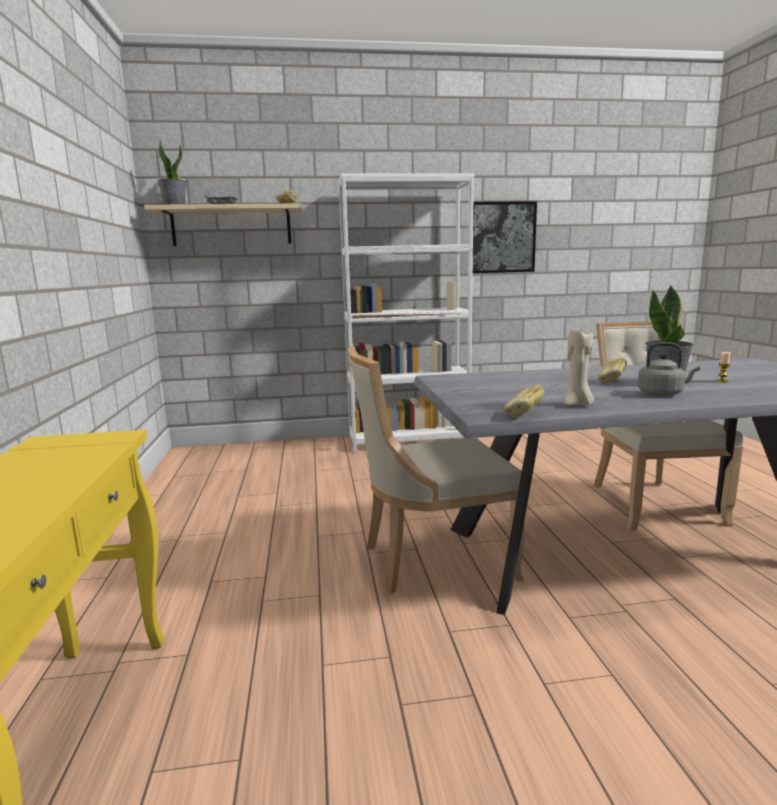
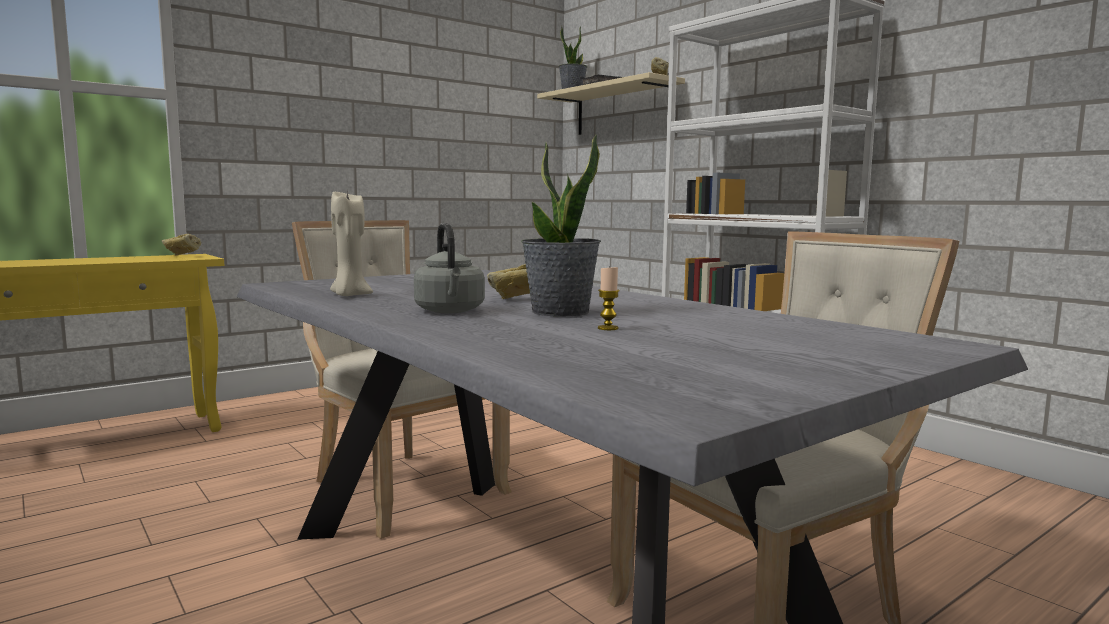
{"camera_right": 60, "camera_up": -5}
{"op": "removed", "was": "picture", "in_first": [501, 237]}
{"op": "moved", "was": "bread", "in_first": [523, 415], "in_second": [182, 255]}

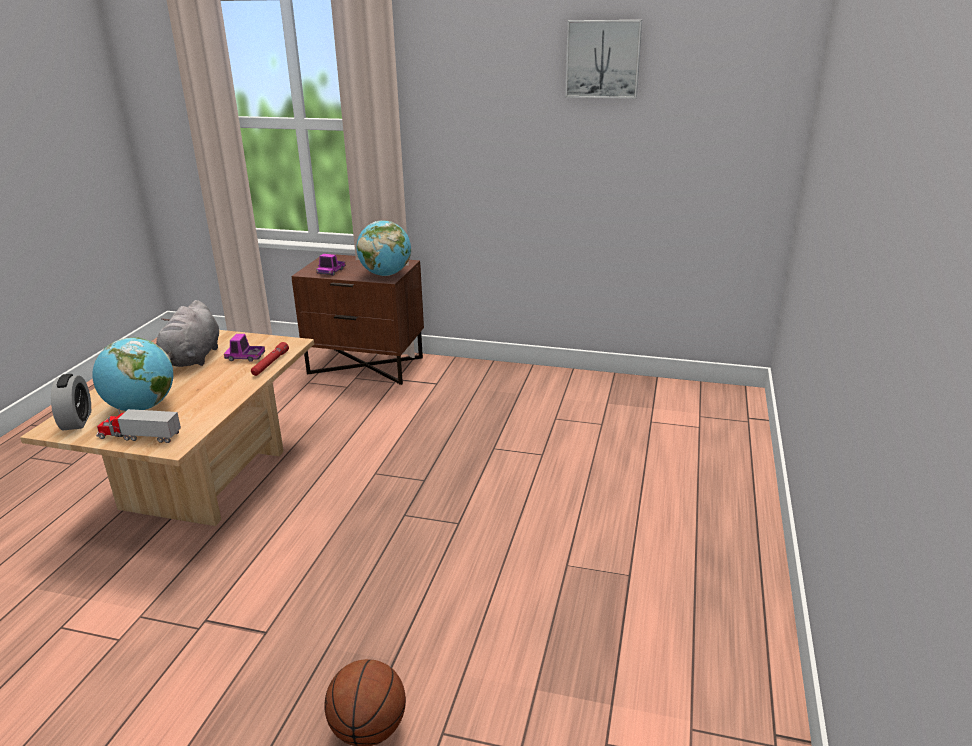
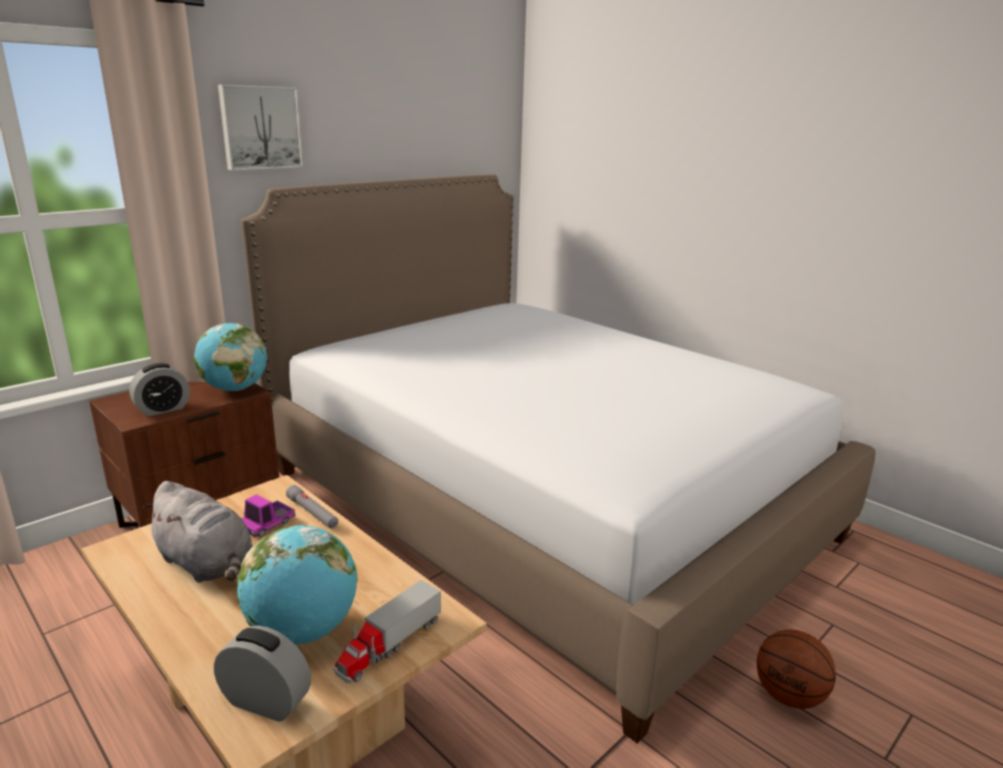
{"camera_right": -60, "camera_up": -5}
{"op": "moved", "was": "picture", "in_first": [603, 59], "in_second": [260, 127]}
{"op": "replaced", "was": "toy truck", "now": "alarm clock", "in_first": [331, 271], "in_second": [163, 409]}
{"op": "recoloured", "was": "red flashlight", "now": "grey flashlight", "in_first": [270, 364], "in_second": [312, 513]}
{"op": "added", "now": "bed", "in_second": [541, 503]}

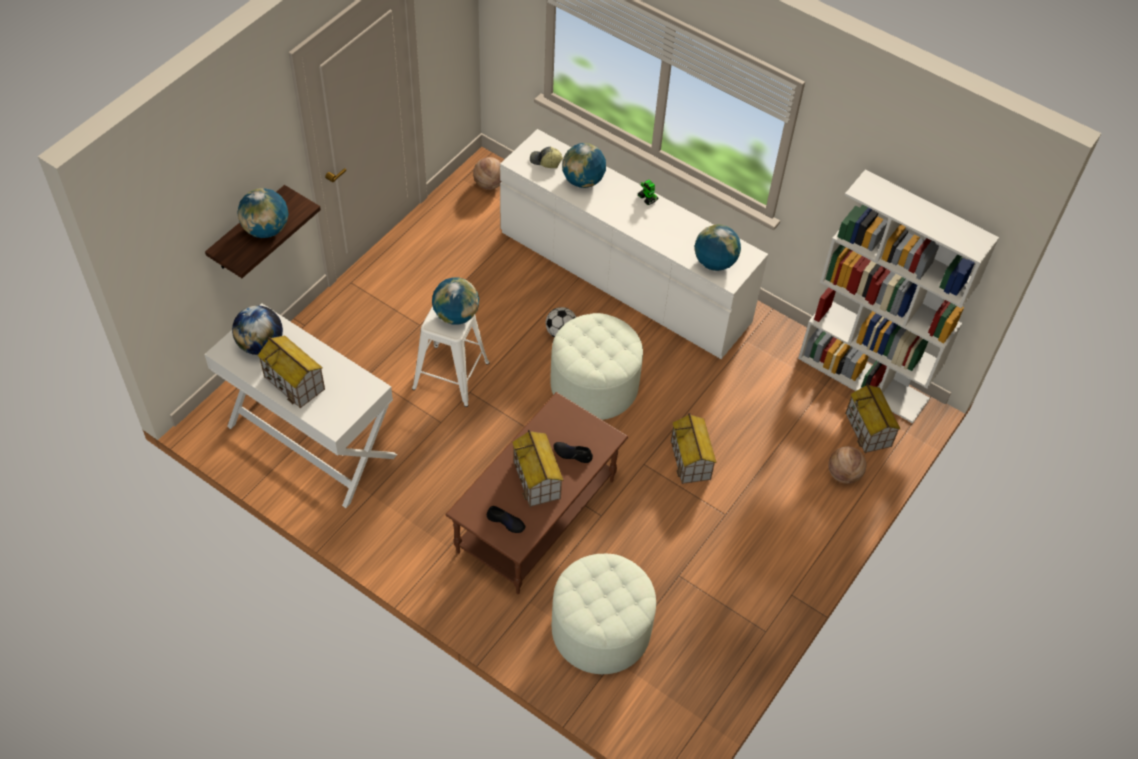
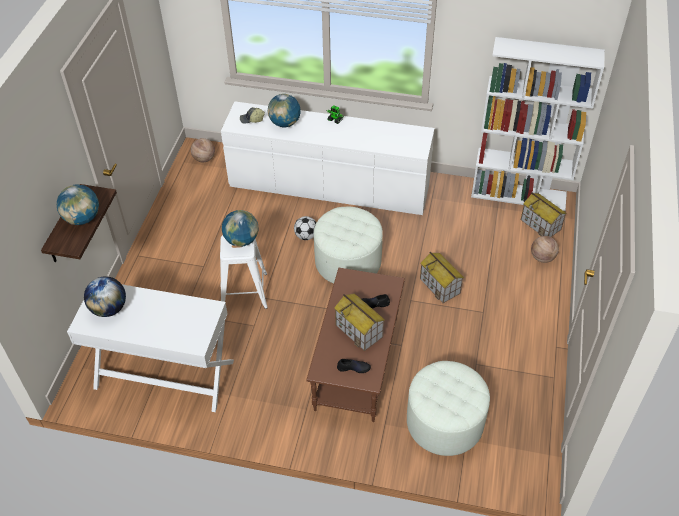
{"camera_right": -20, "camera_up": -5}
{"op": "removed", "was": "globe", "in_first": [714, 262]}
{"op": "removed", "was": "toy house", "in_first": [295, 383]}

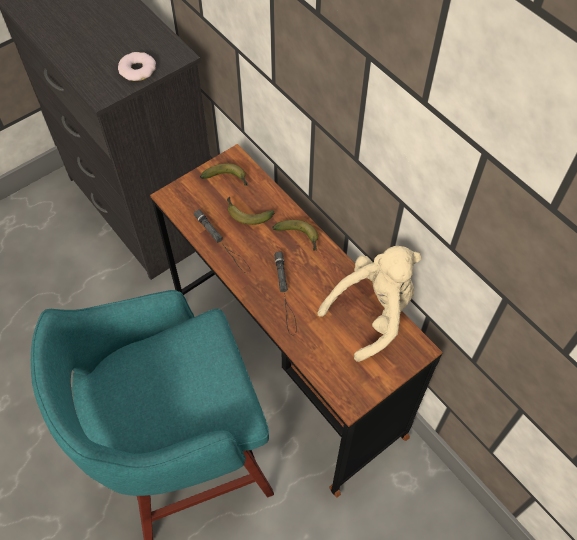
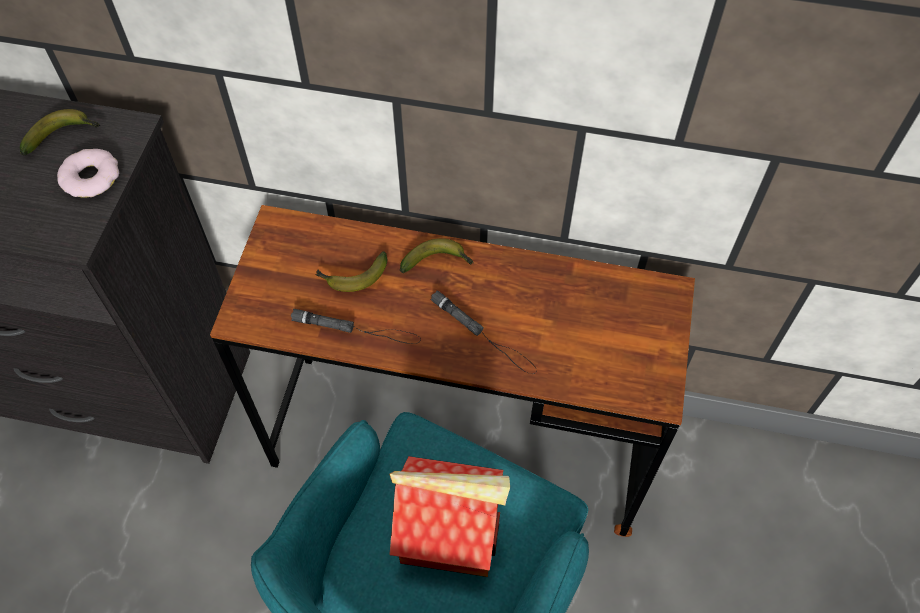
{"camera_right": -40, "camera_up": 0}
{"op": "moved", "was": "banana", "in_first": [227, 179], "in_second": [63, 136]}
{"op": "removed", "was": "beige plush toy", "in_first": [372, 313]}
{"op": "added", "now": "toy house", "in_second": [452, 532]}

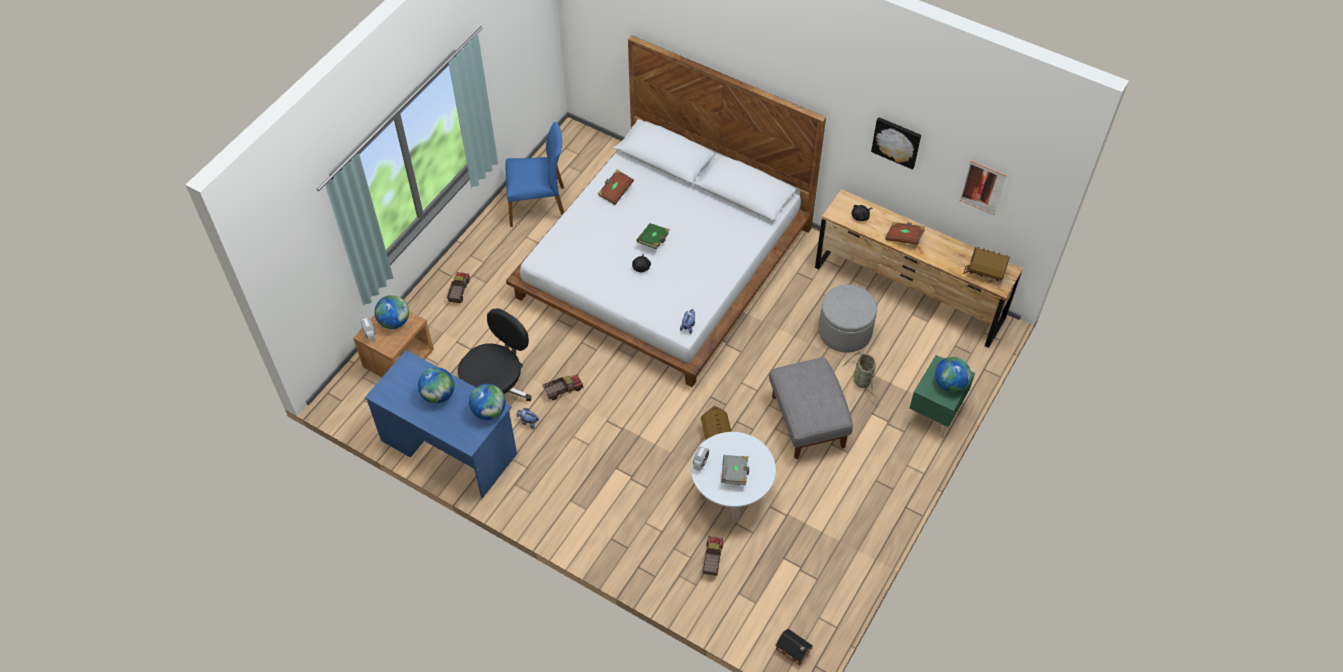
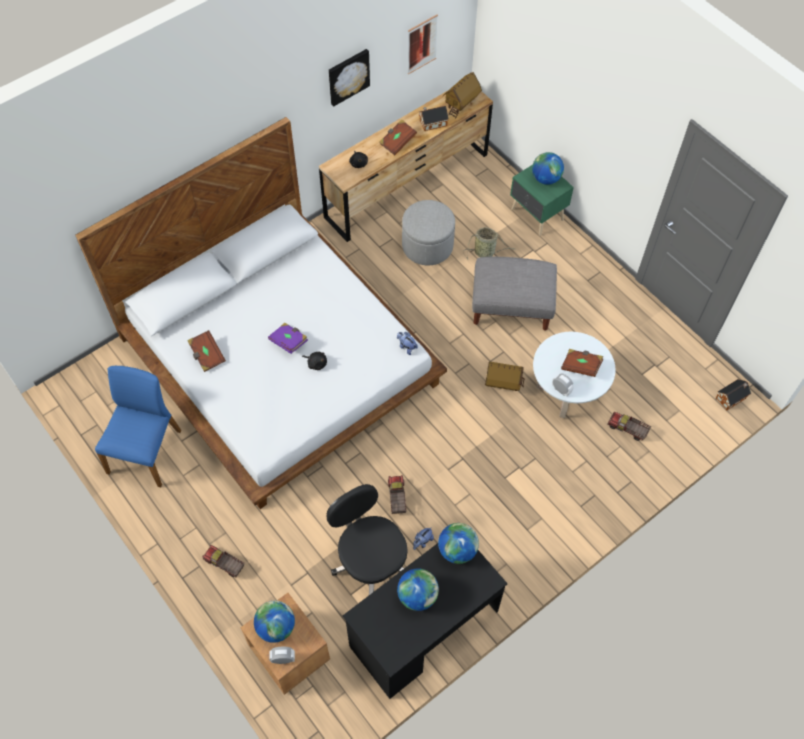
{"camera_right": -70, "camera_up": 5}
{"op": "recoloured", "was": "green book", "now": "purple book", "in_first": [653, 240], "in_second": [289, 342]}
{"op": "recoloured", "was": "blue desk", "now": "black desk", "in_first": [449, 447], "in_second": [423, 629]}
{"op": "recoloured", "was": "grey book", "now": "brown book", "in_first": [735, 473], "in_second": [581, 366]}
{"op": "added", "now": "toy house", "in_second": [432, 123]}

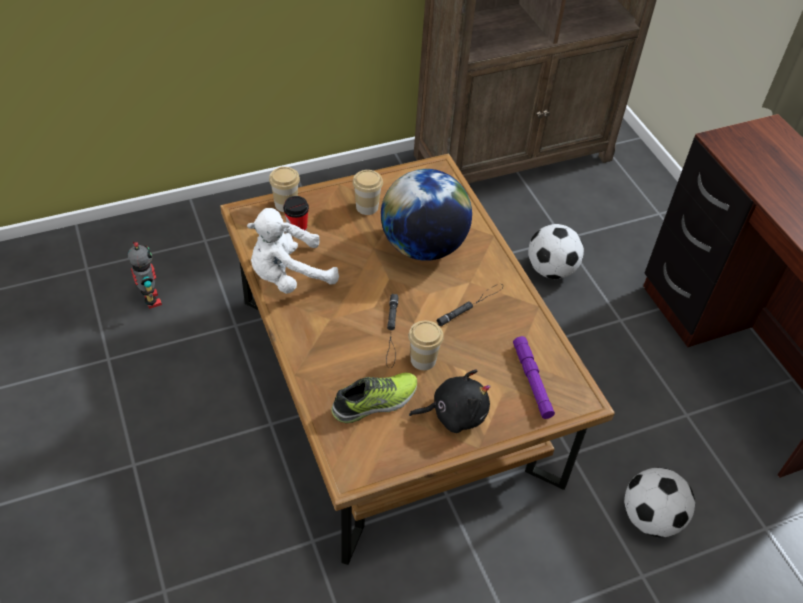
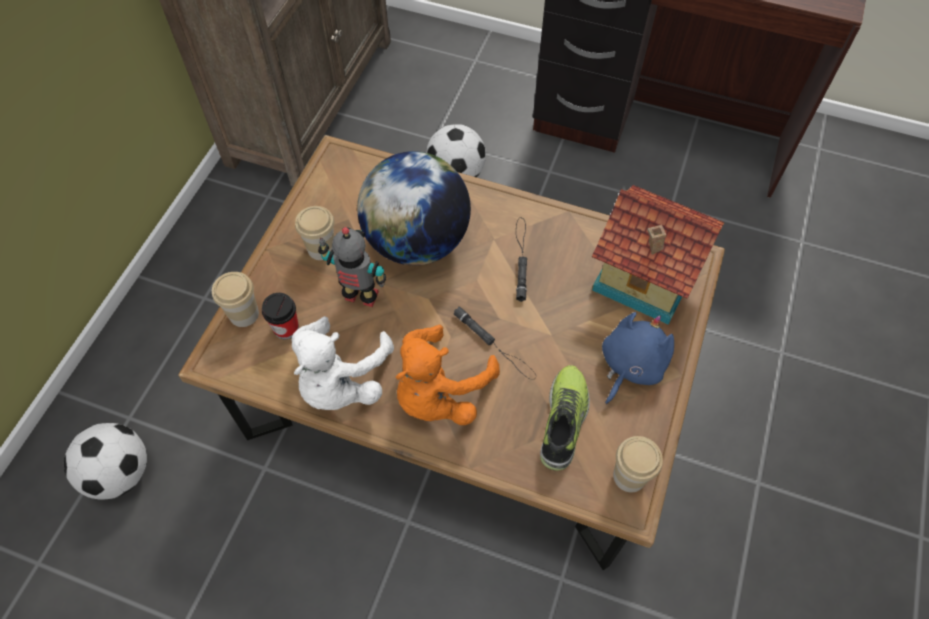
{"camera_right": -45, "camera_up": 10}
{"op": "moved", "was": "toy robot", "in_first": [150, 300], "in_second": [360, 298]}
{"op": "moved", "was": "cup", "in_first": [423, 360], "in_second": [629, 476]}
{"op": "replaced", "was": "purple flashlight", "now": "toy house", "in_first": [532, 380], "in_second": [645, 279]}
{"op": "recoloured", "was": "black plush toy", "now": "blue plush toy", "in_first": [454, 414], "in_second": [630, 366]}
{"op": "moved", "was": "football", "in_first": [651, 518], "in_second": [120, 473]}
{"op": "added", "now": "orange plush toy", "in_second": [439, 393]}

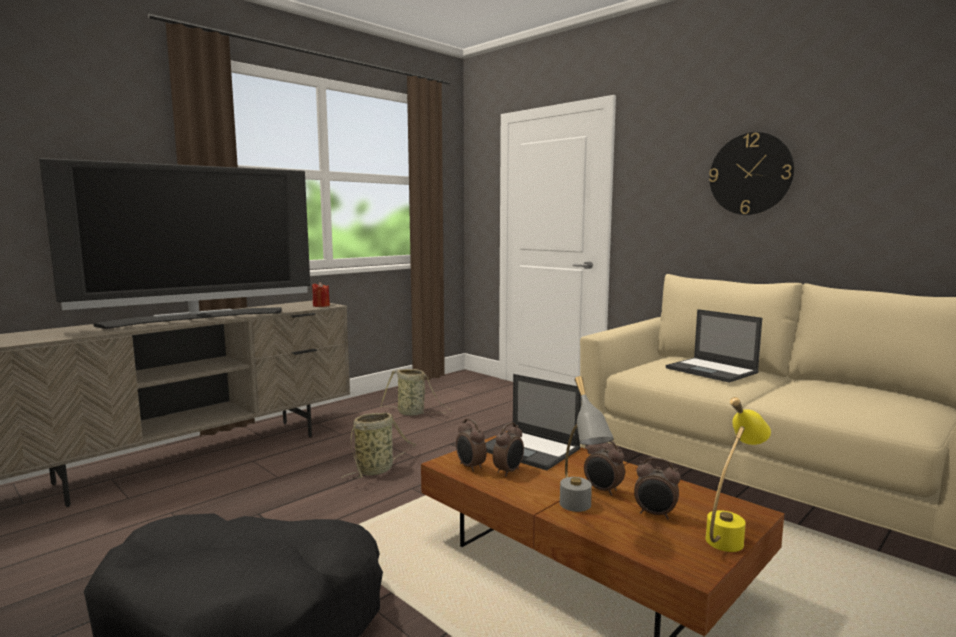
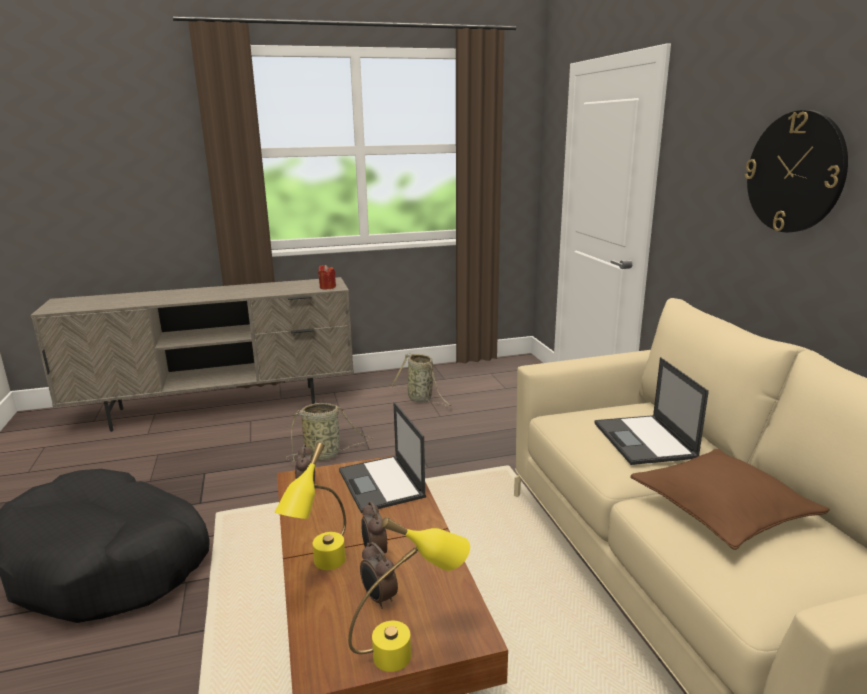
{"camera_right": 30, "camera_up": 10}
{"op": "removed", "was": "television", "in_first": [197, 318]}
{"op": "recoloured", "was": "grey table lamp", "now": "yellow table lamp", "in_first": [580, 511], "in_second": [321, 569]}
{"op": "removed", "was": "alarm clock", "in_first": [509, 471]}
{"op": "added", "now": "brown pillow", "in_second": [721, 510]}

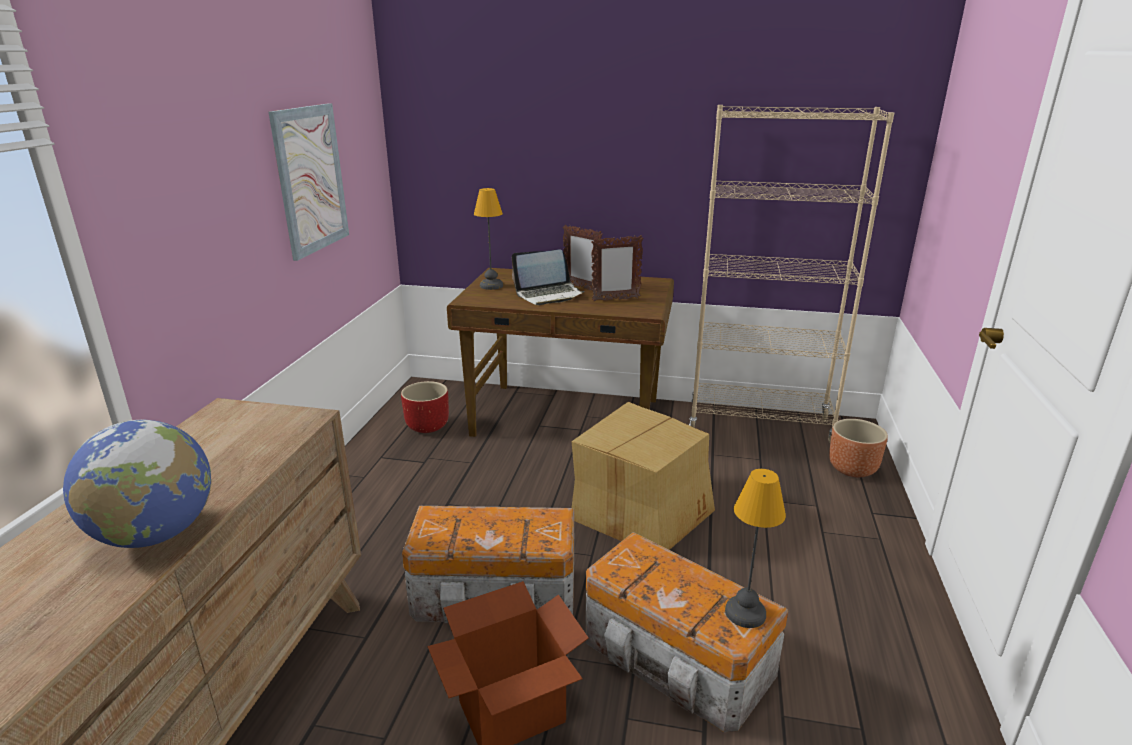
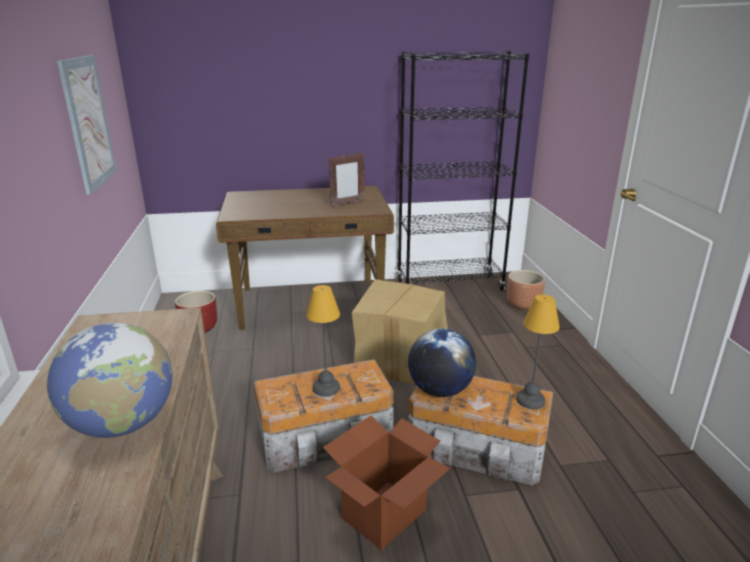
{"camera_right": -20, "camera_up": 0}
{"op": "recoloured", "was": "beige bookcase", "now": "black bookcase", "in_first": [759, 424], "in_second": [449, 286]}
{"op": "moved", "was": "table lamp", "in_first": [491, 286], "in_second": [326, 388]}
{"op": "removed", "was": "picture frame", "in_first": [581, 287]}
{"op": "removed", "was": "laptop", "in_first": [549, 295]}
{"op": "added", "now": "globe", "in_second": [440, 390]}

